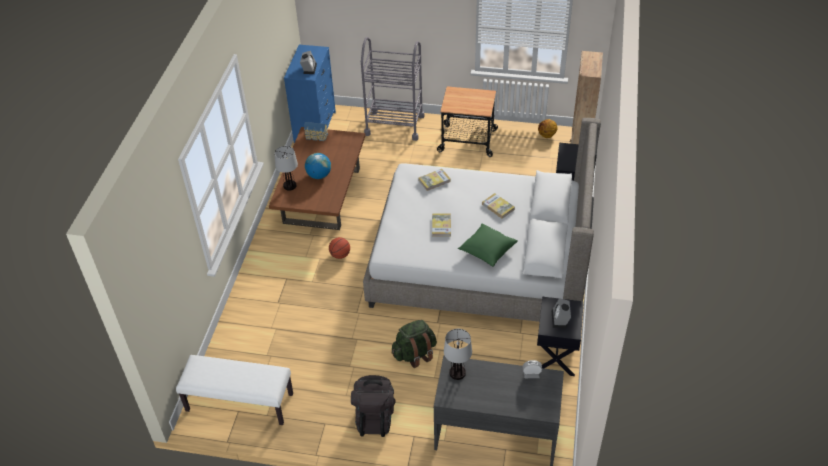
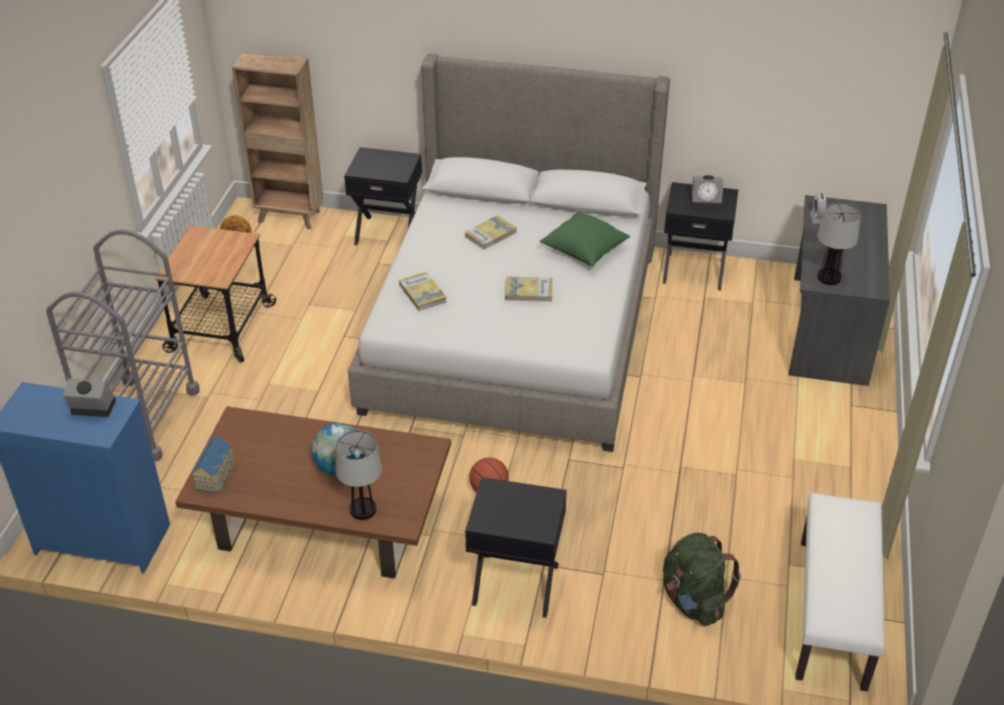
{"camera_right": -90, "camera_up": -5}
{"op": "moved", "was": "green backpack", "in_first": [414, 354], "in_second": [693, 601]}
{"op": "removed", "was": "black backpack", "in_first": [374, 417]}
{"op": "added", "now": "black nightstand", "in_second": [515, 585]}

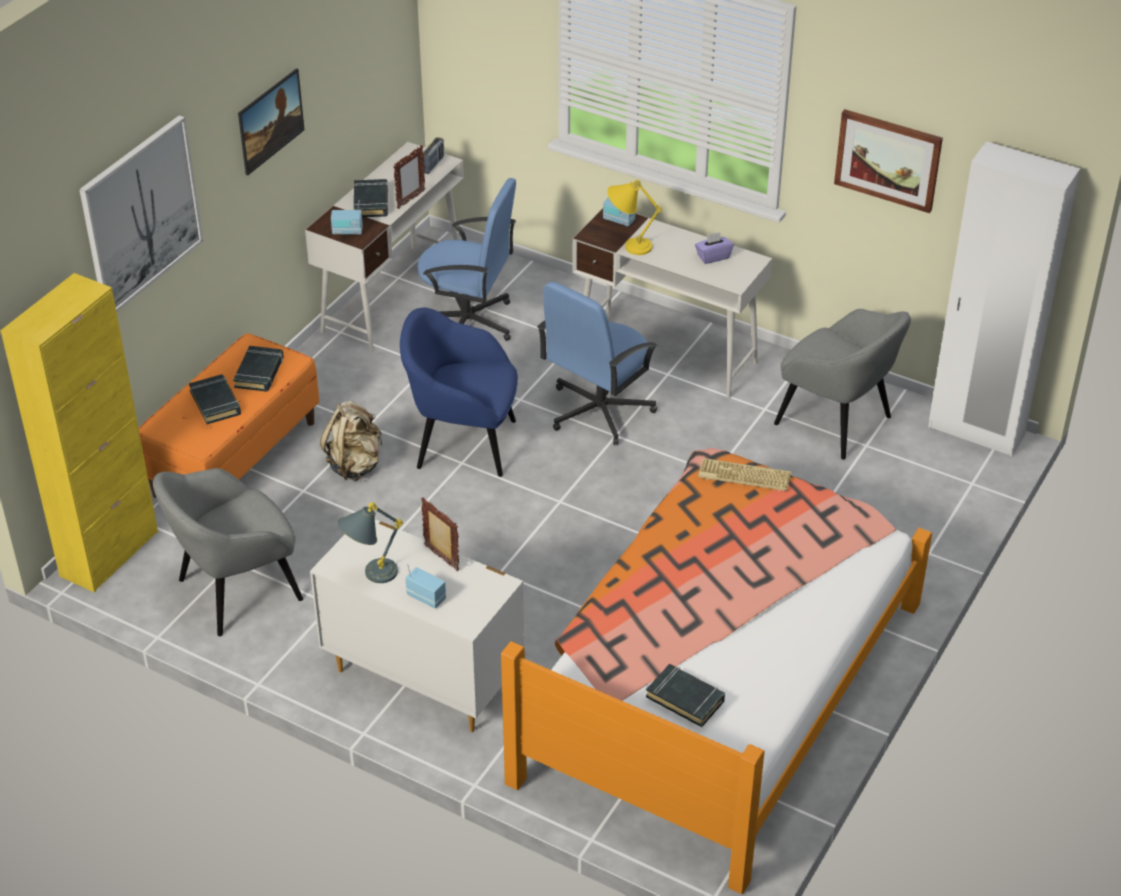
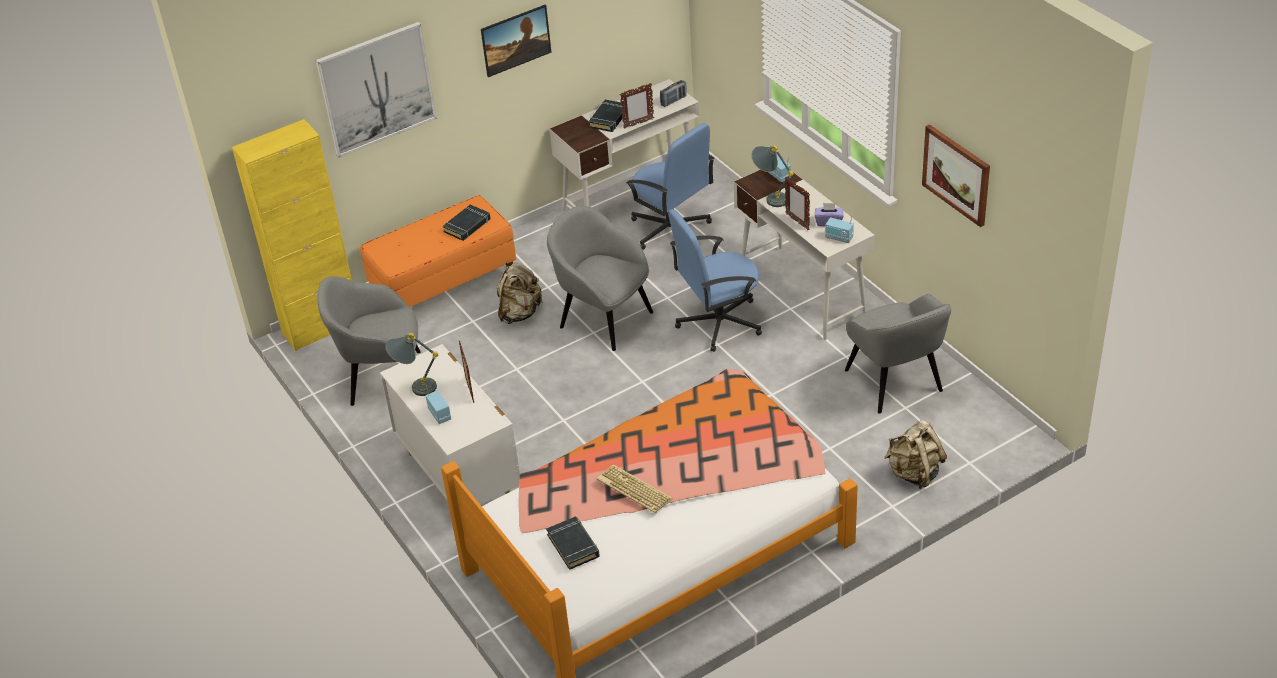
{"camera_right": 30, "camera_up": 0}
{"op": "removed", "was": "white wardrobe", "in_first": [975, 432]}
{"op": "recoloured", "was": "yellow table lamp", "now": "grey table lamp", "in_first": [628, 246], "in_second": [770, 197]}
{"op": "moved", "was": "radio", "in_first": [347, 231], "in_second": [839, 238]}
{"op": "recoloured", "was": "blue armchair", "now": "grey armchair", "in_first": [463, 443], "in_second": [604, 318]}
{"op": "removed", "was": "black book", "in_first": [215, 403]}
{"op": "moved", "was": "keyboard", "in_first": [743, 476], "in_second": [632, 490]}
{"op": "added", "now": "picture frame", "in_second": [797, 222]}
{"op": "added", "now": "beige backpack", "in_second": [914, 473]}

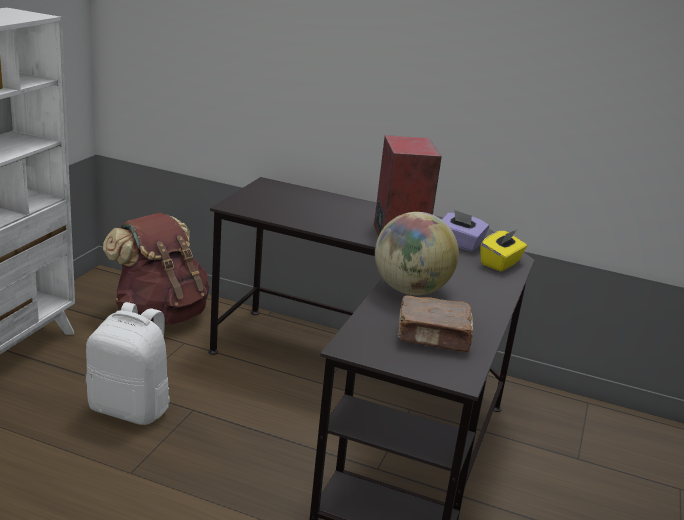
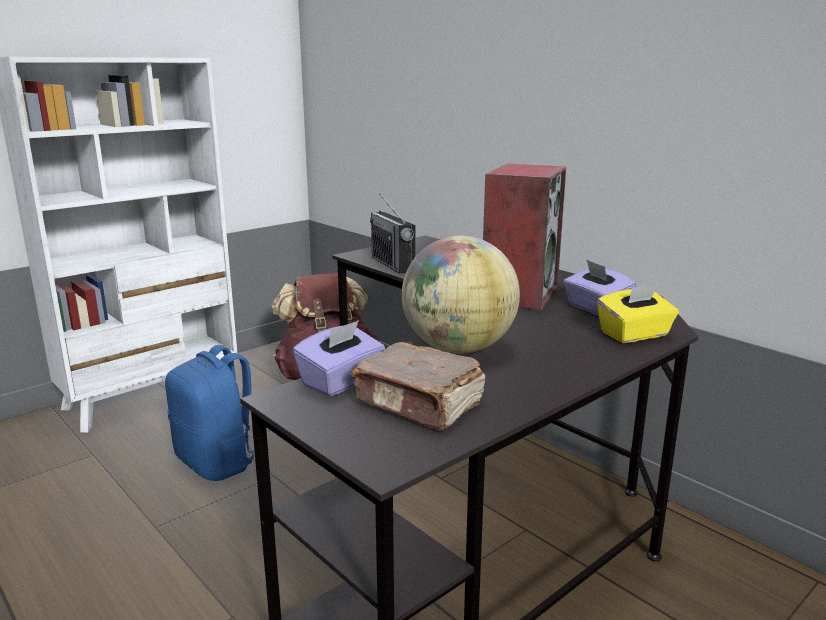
{"camera_right": 30, "camera_up": -5}
{"op": "recoloured", "was": "white backpack", "now": "blue backpack", "in_first": [131, 408], "in_second": [218, 462]}
{"op": "added", "now": "radio", "in_second": [392, 264]}
{"op": "added", "now": "purple tissue box", "in_second": [341, 381]}

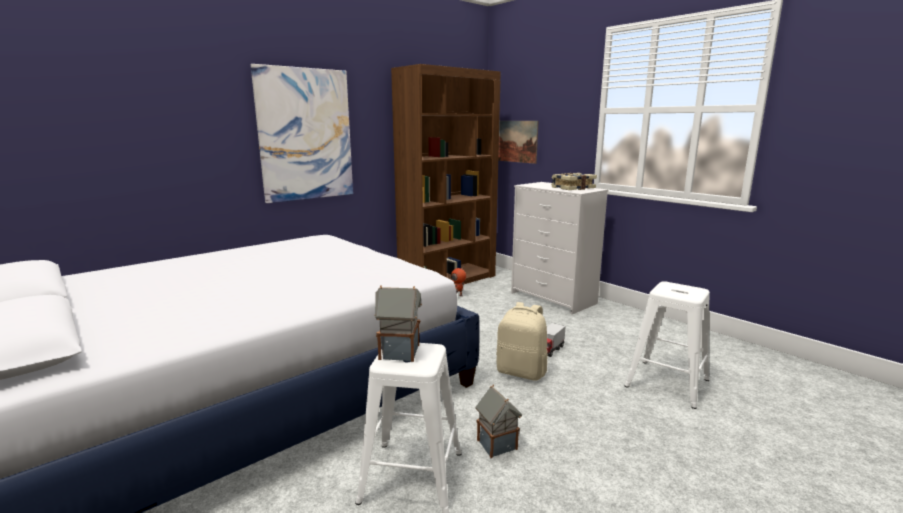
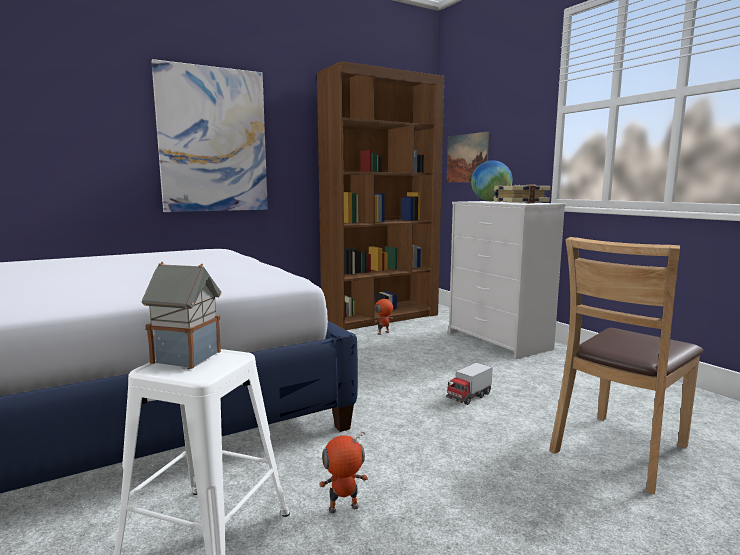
{"camera_right": 10, "camera_up": -5}
{"op": "replaced", "was": "white stool", "now": "brown chair", "in_first": [666, 383], "in_second": [619, 450]}
{"op": "removed", "was": "beige backpack", "in_first": [521, 372]}
{"op": "replaced", "was": "toy house", "now": "toy robot", "in_first": [497, 445], "in_second": [343, 509]}
{"op": "added", "now": "globe", "in_second": [490, 201]}

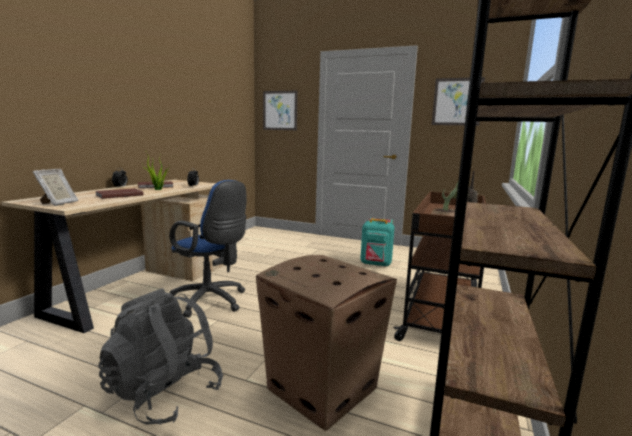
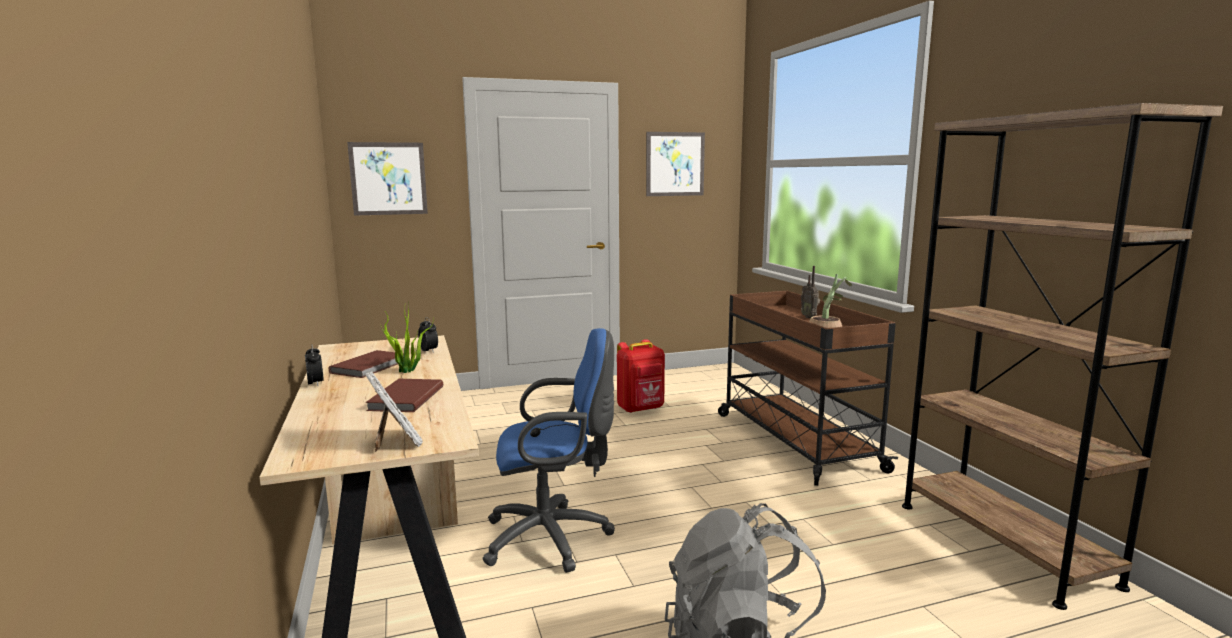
{"camera_right": -40, "camera_up": 0}
{"op": "recoloured", "was": "turquoise backpack", "now": "red backpack", "in_first": [376, 264], "in_second": [641, 409]}
{"op": "removed", "was": "cardboard box", "in_first": [323, 388]}

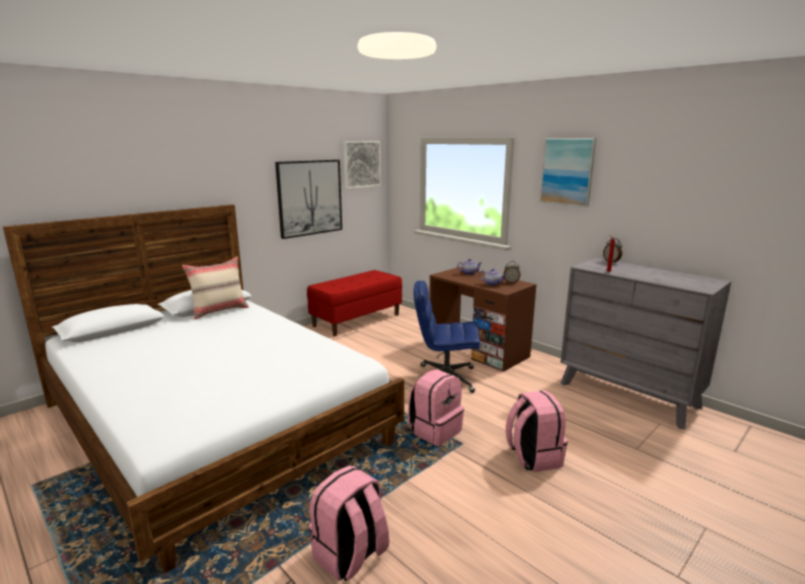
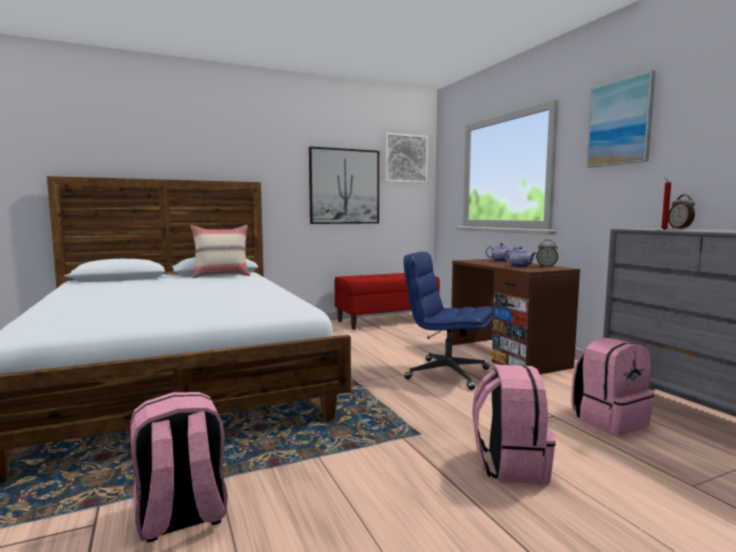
{"camera_right": 20, "camera_up": -10}
{"op": "moved", "was": "pink backpack", "in_first": [435, 430], "in_second": [609, 420]}

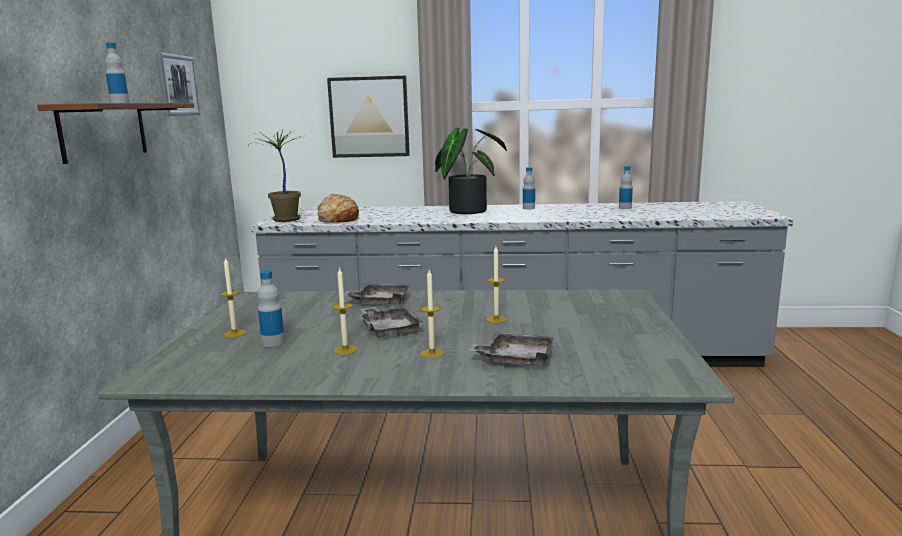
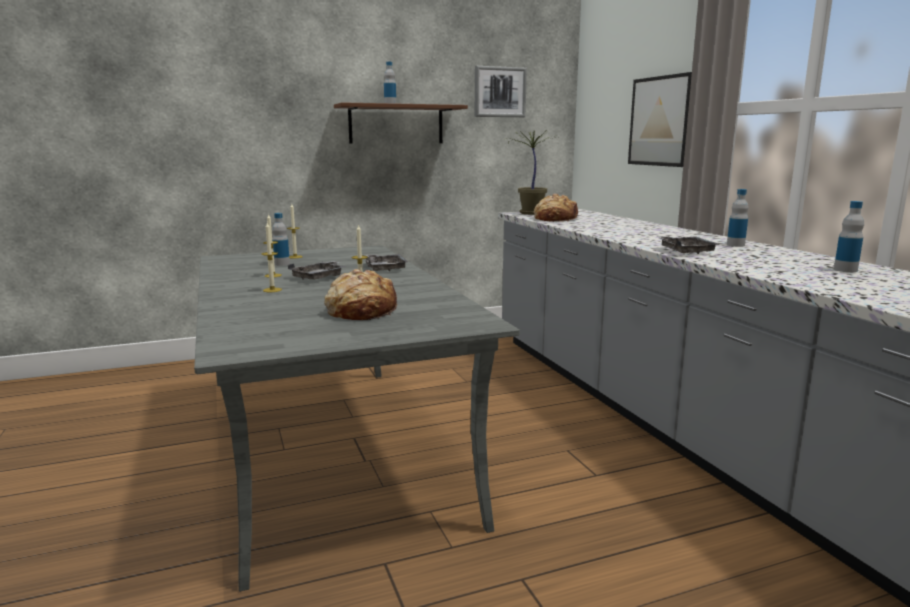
{"camera_right": 65, "camera_up": 0}
{"op": "removed", "was": "potted plant", "in_first": [467, 210]}
{"op": "moved", "was": "grey tray", "in_first": [515, 359], "in_second": [685, 251]}
{"op": "added", "now": "bread", "in_second": [361, 311]}

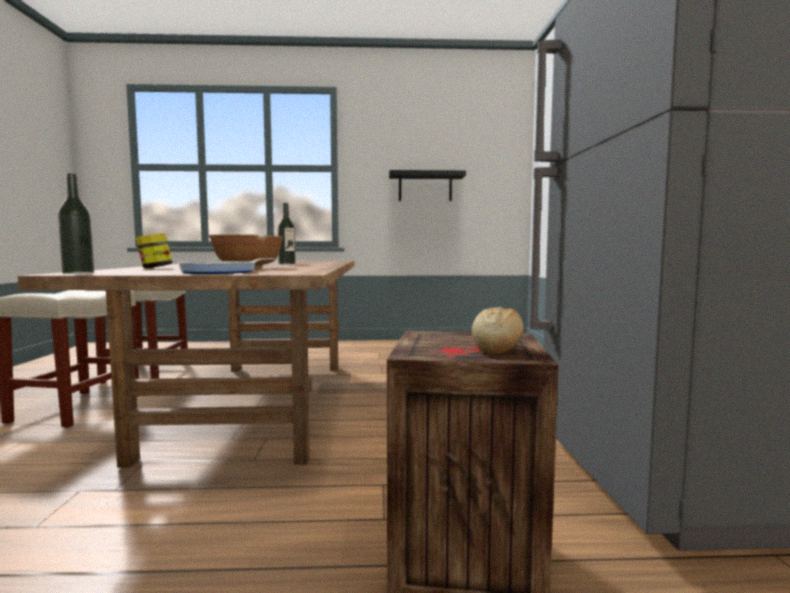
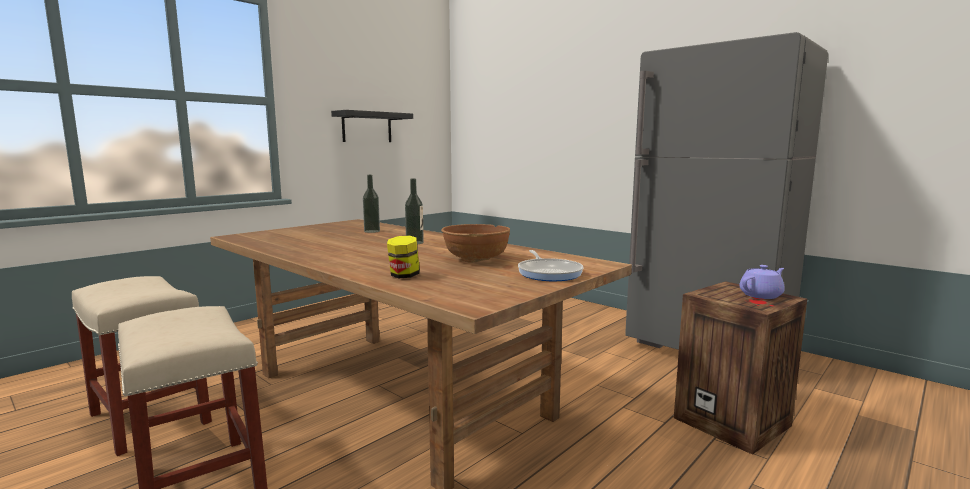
{"camera_right": -45, "camera_up": 5}
{"op": "moved", "was": "bottle", "in_first": [78, 273], "in_second": [372, 231]}
{"op": "replaced", "was": "bread", "now": "purple teapot", "in_first": [497, 348], "in_second": [761, 295]}

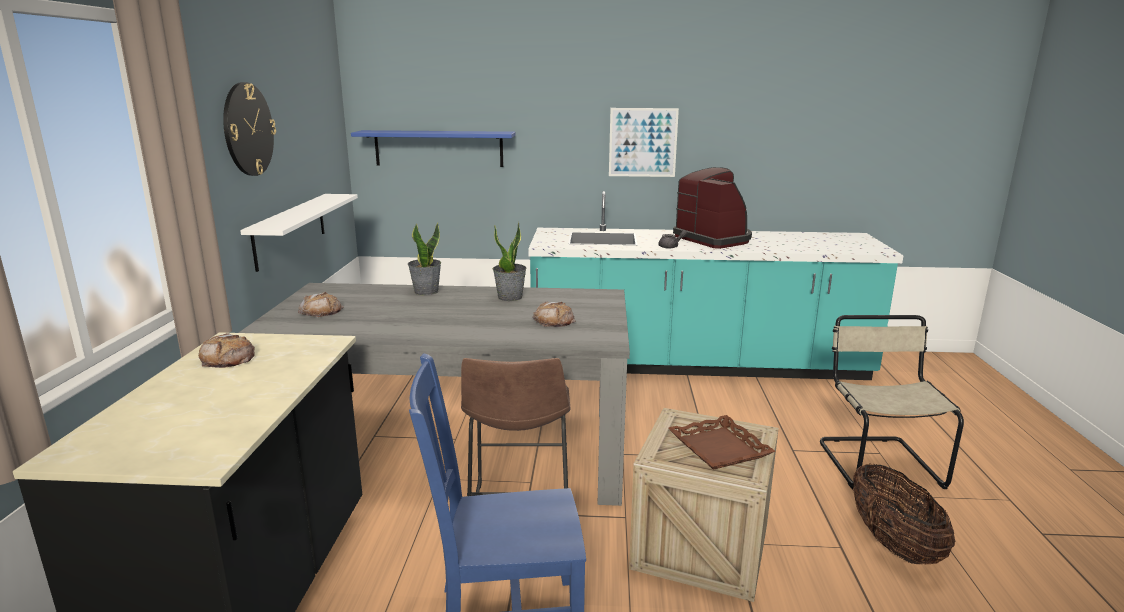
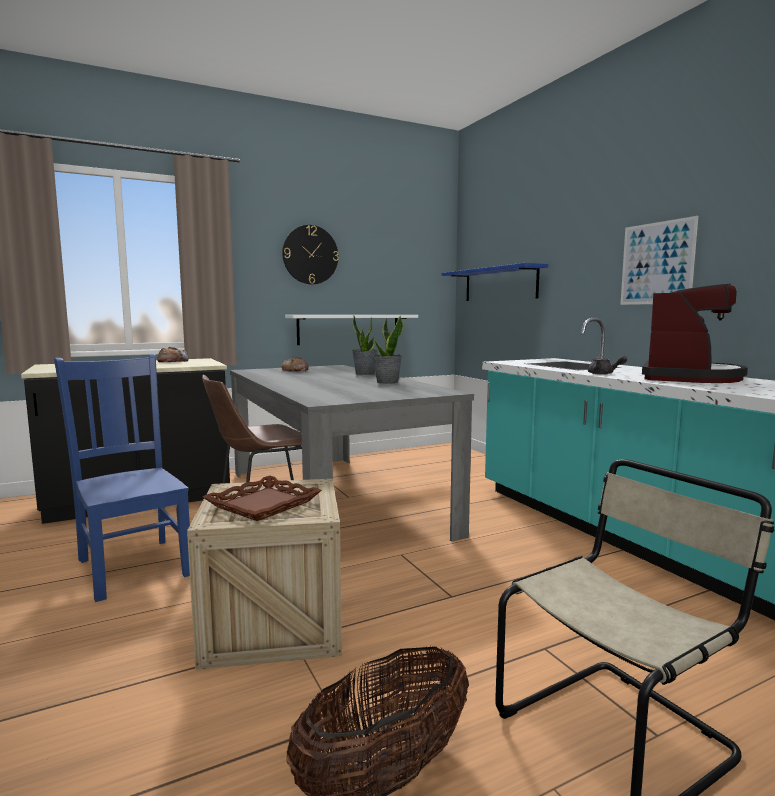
{"camera_right": 60, "camera_up": -10}
{"op": "removed", "was": "bread", "in_first": [554, 320]}

